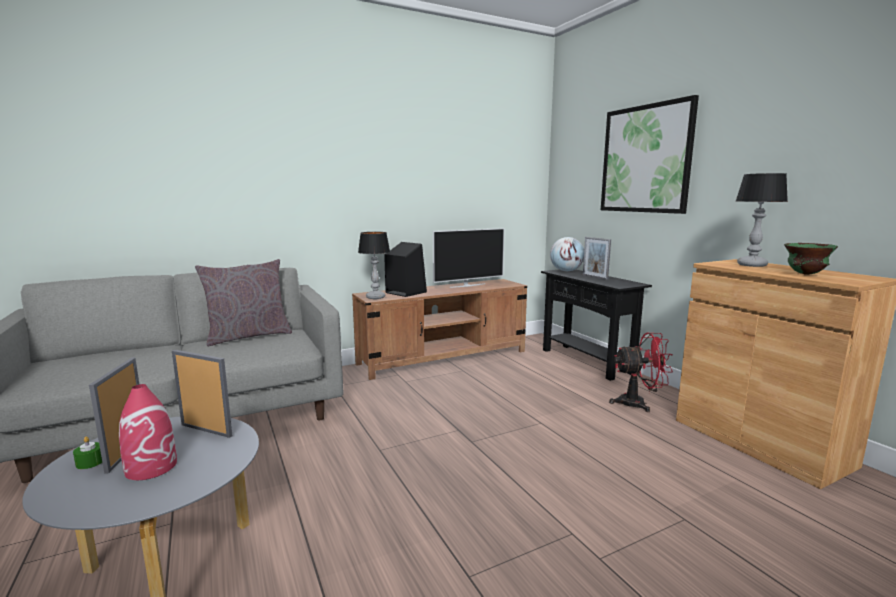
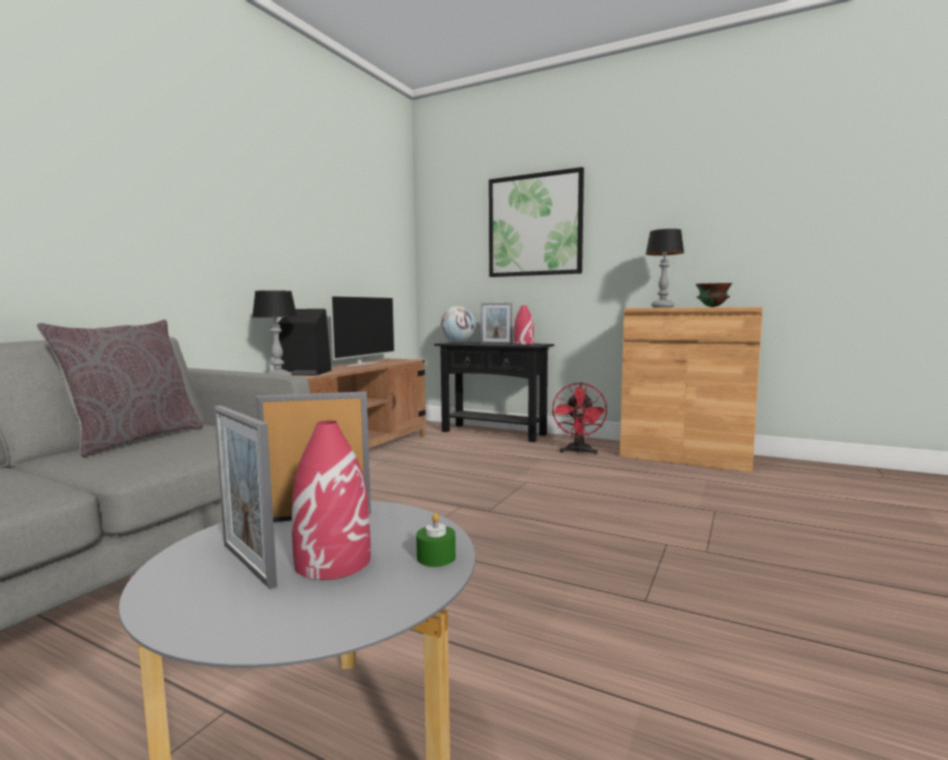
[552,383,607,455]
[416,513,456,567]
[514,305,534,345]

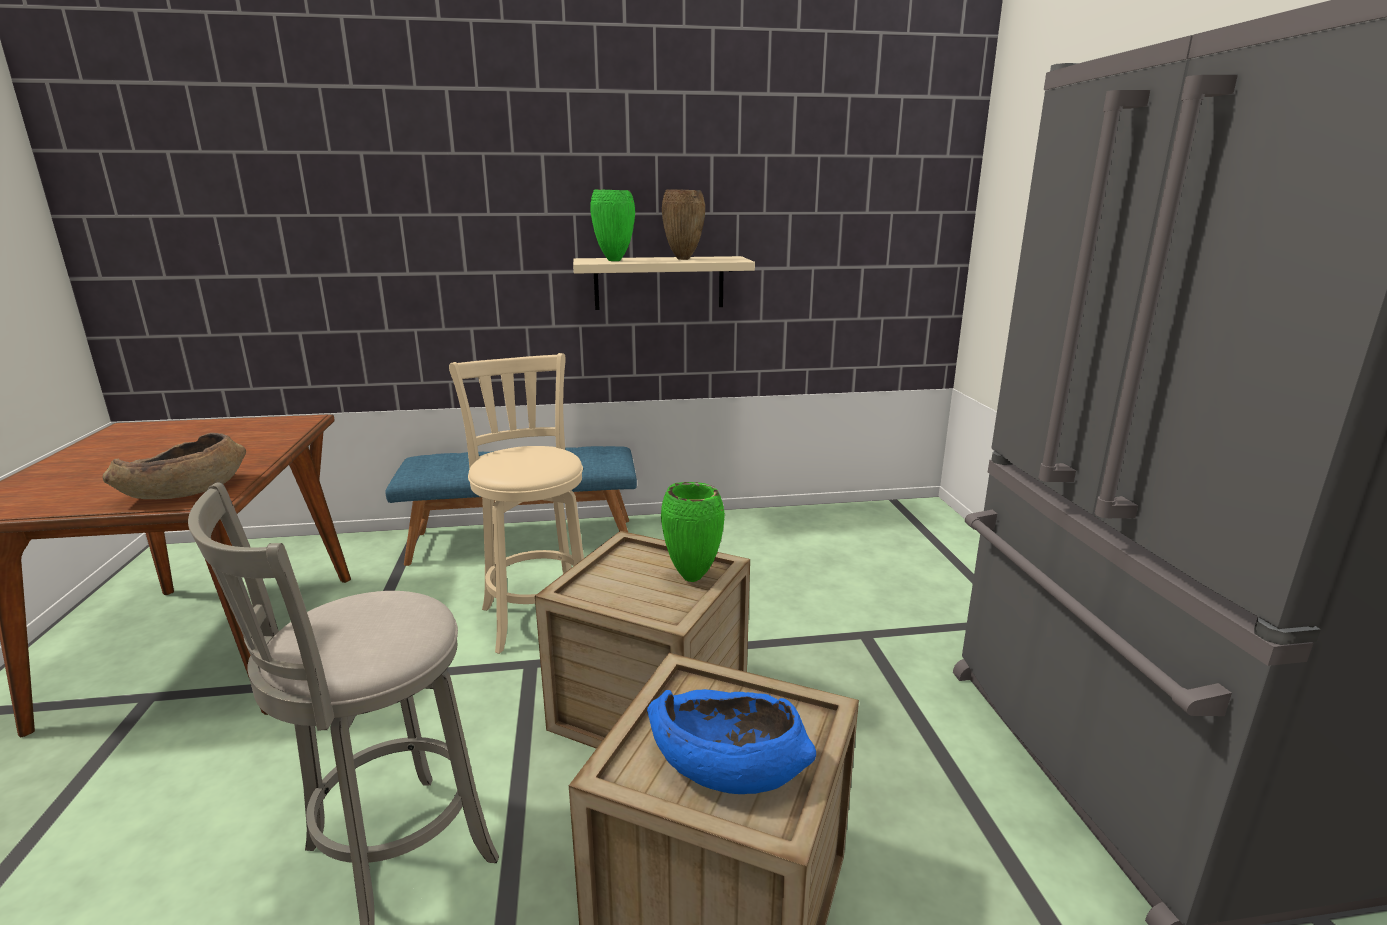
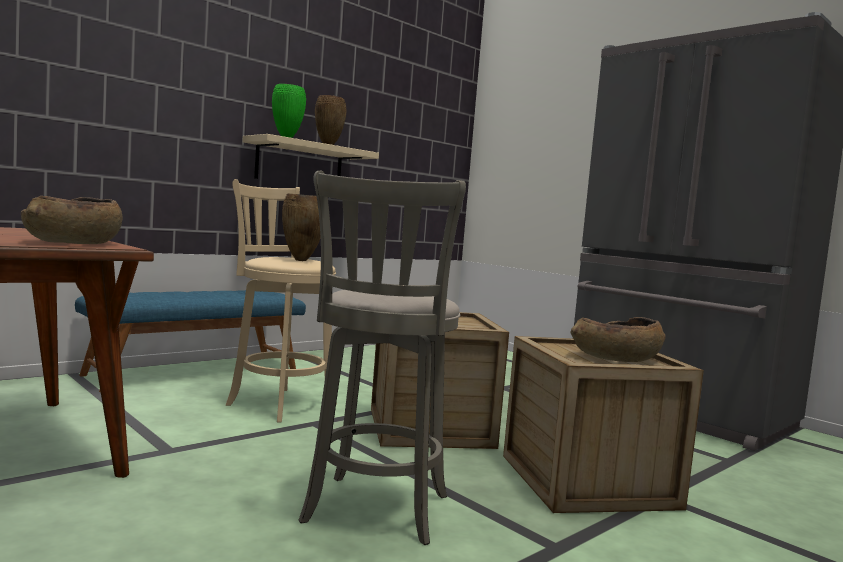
[661,482,725,582] (first image)
[571,317,666,362]
[282,194,321,261]

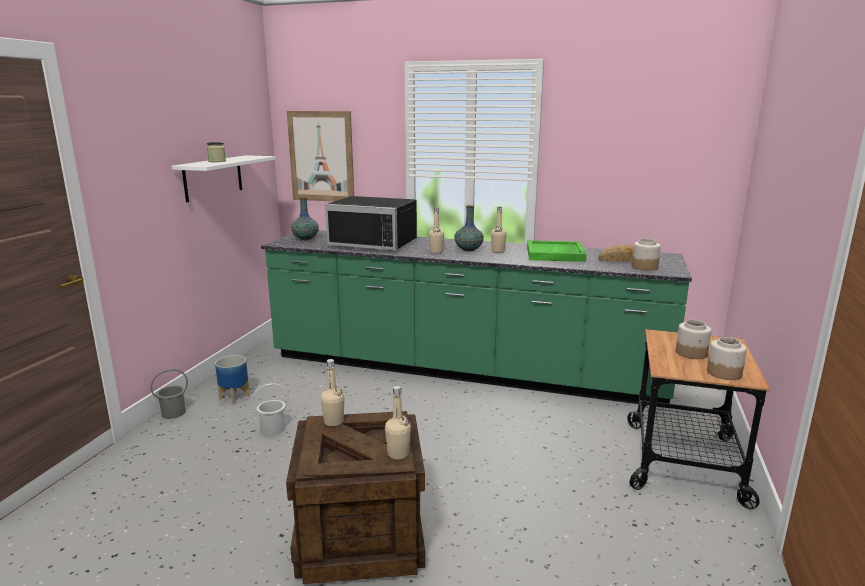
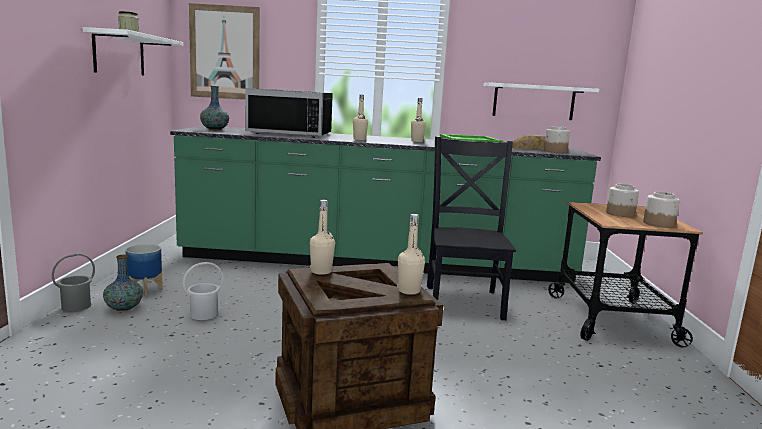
[103,255,143,311]
[484,82,599,120]
[427,136,516,320]

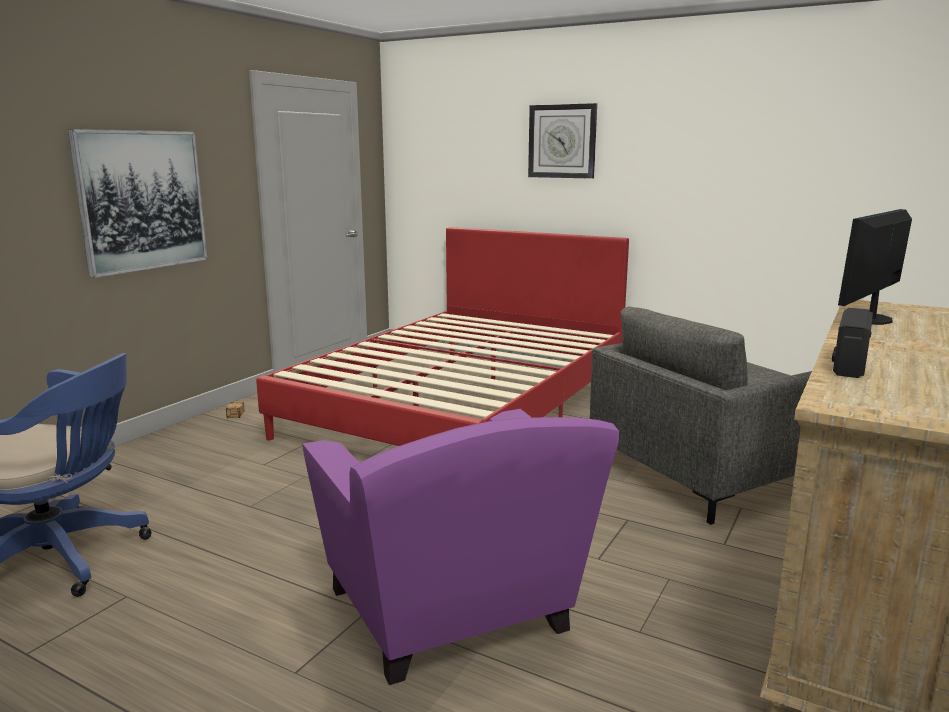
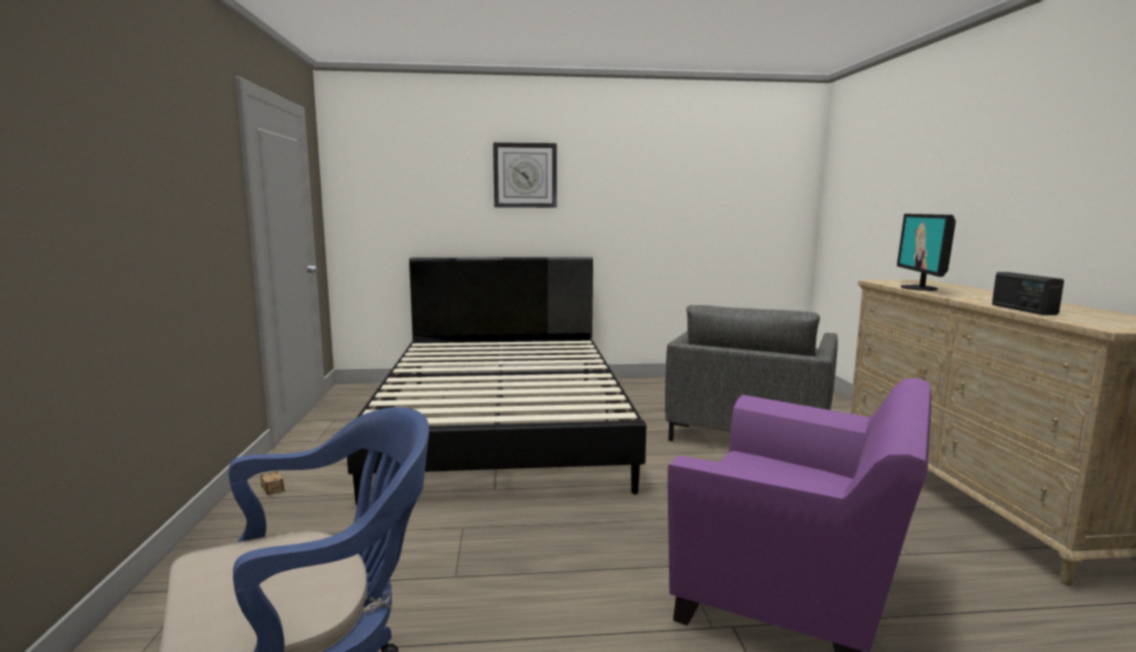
[68,129,207,278] (first image)
[347,257,646,505]

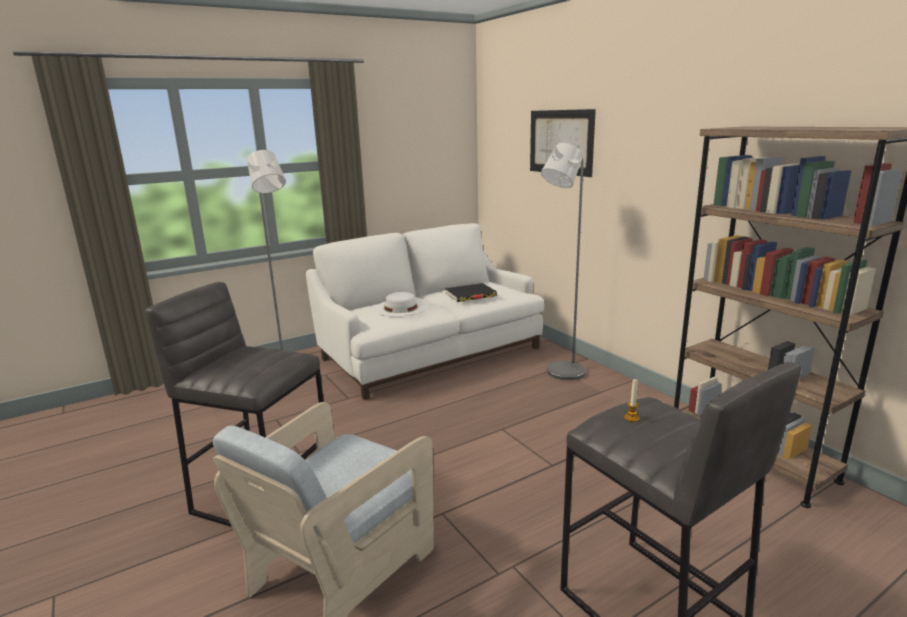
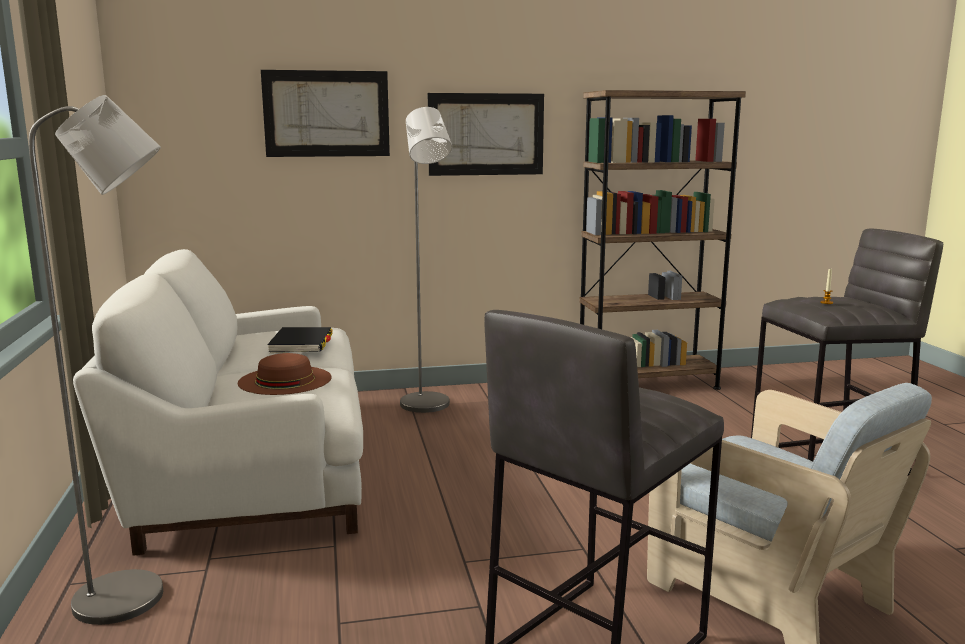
[238,353,332,395]
[428,93,544,176]

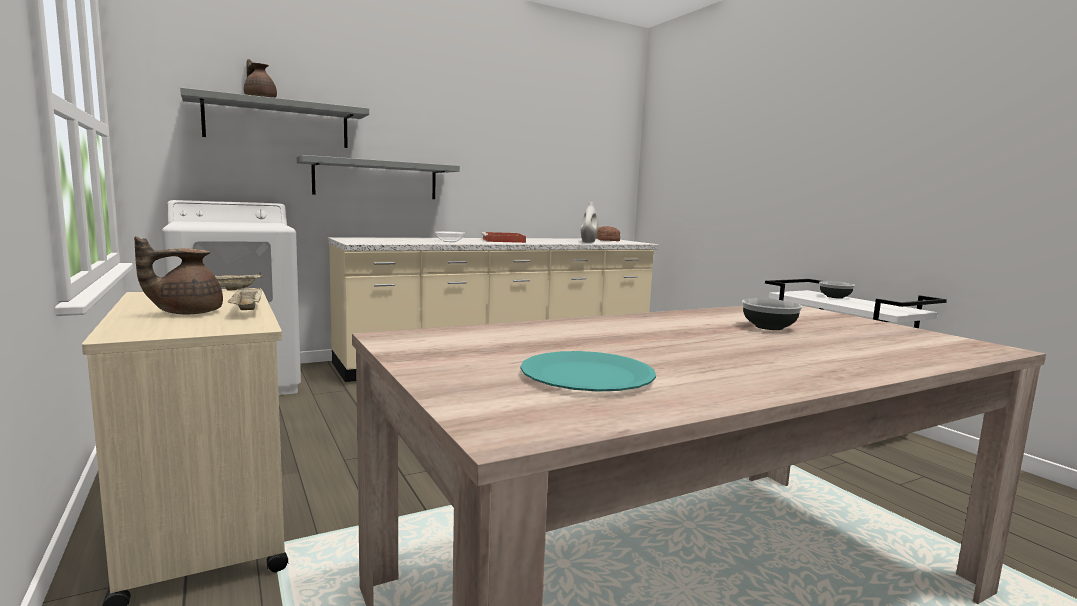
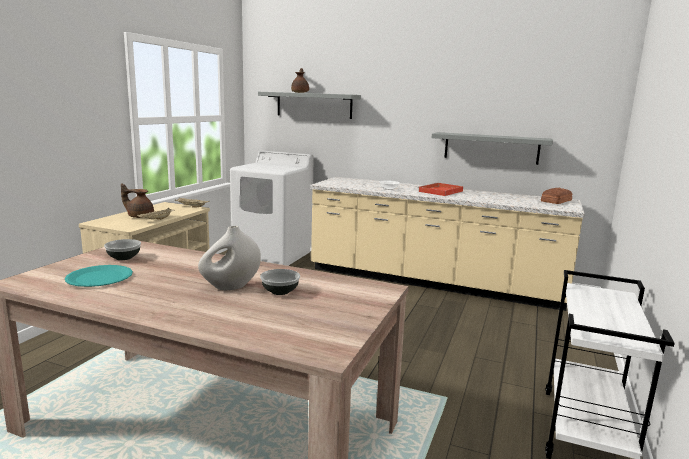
[432,132,553,165]
[198,226,261,291]
[104,239,141,260]

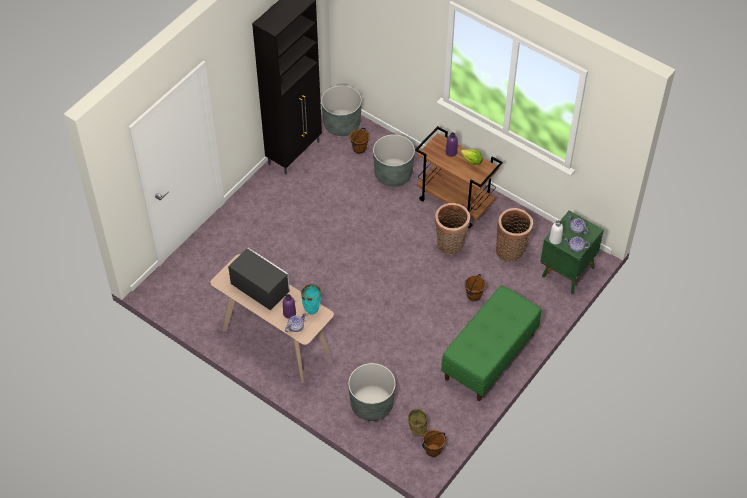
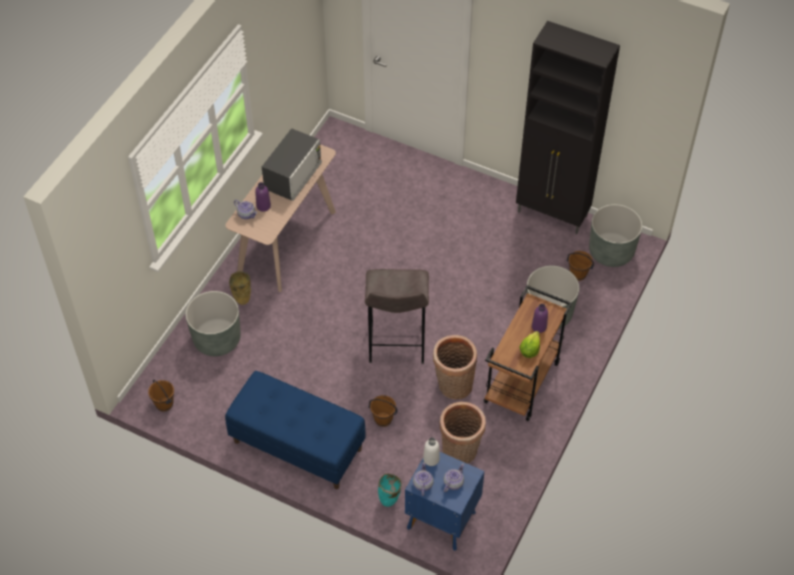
[405,451,484,551]
[378,473,402,507]
[225,371,366,489]
[229,271,251,305]
[365,269,429,364]

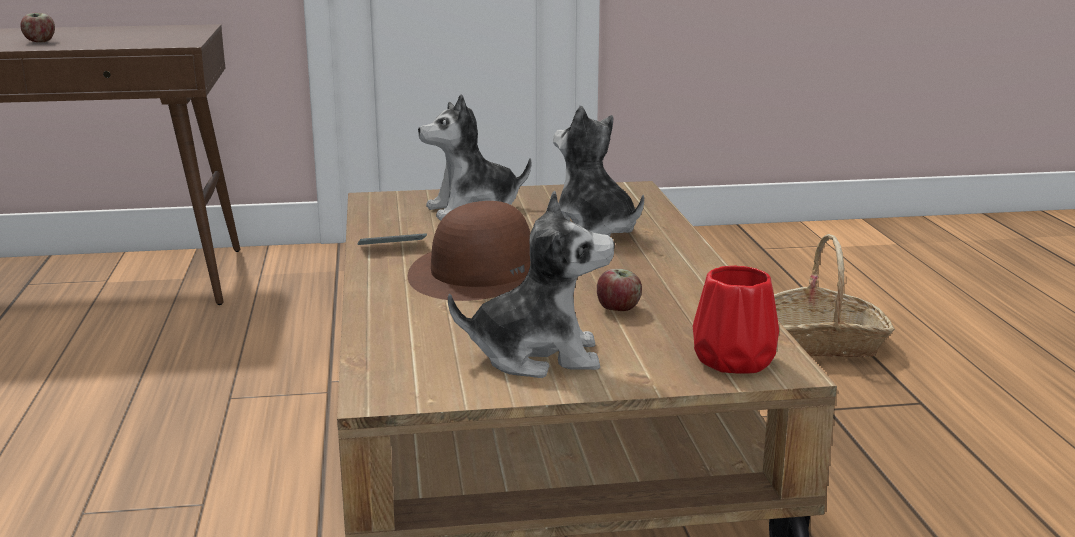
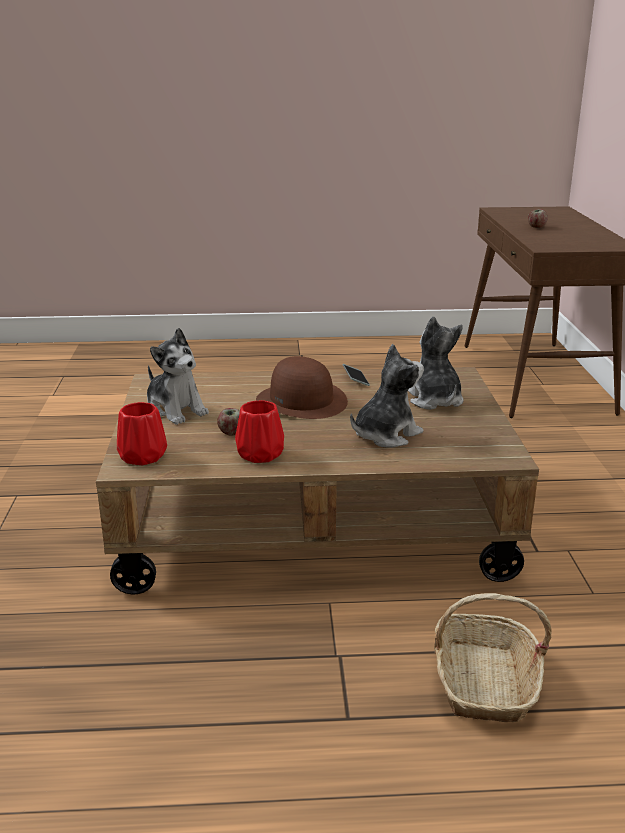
[147,328,209,425]
[235,400,284,463]

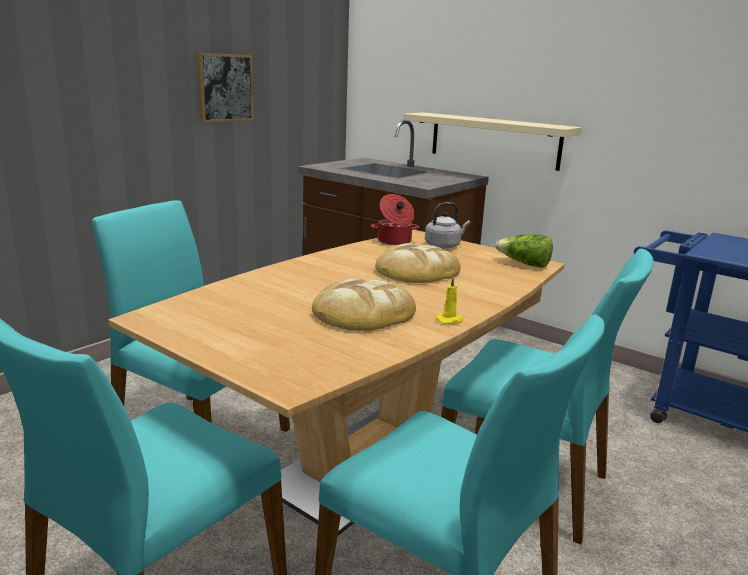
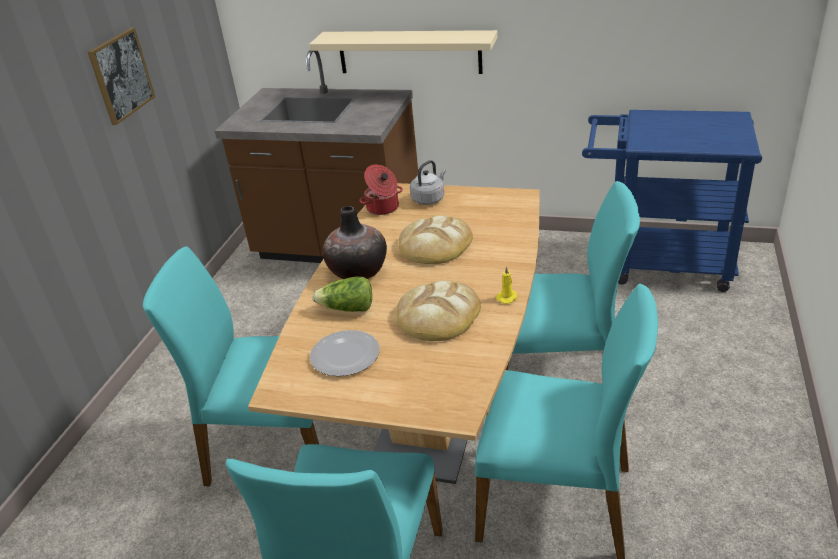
[312,277,372,312]
[323,206,387,279]
[310,330,380,376]

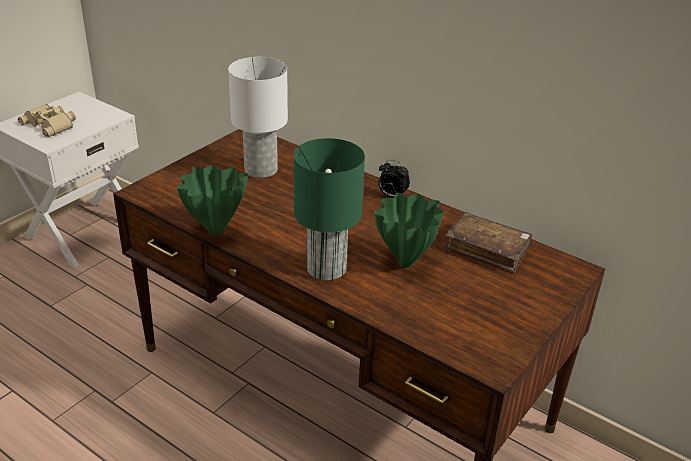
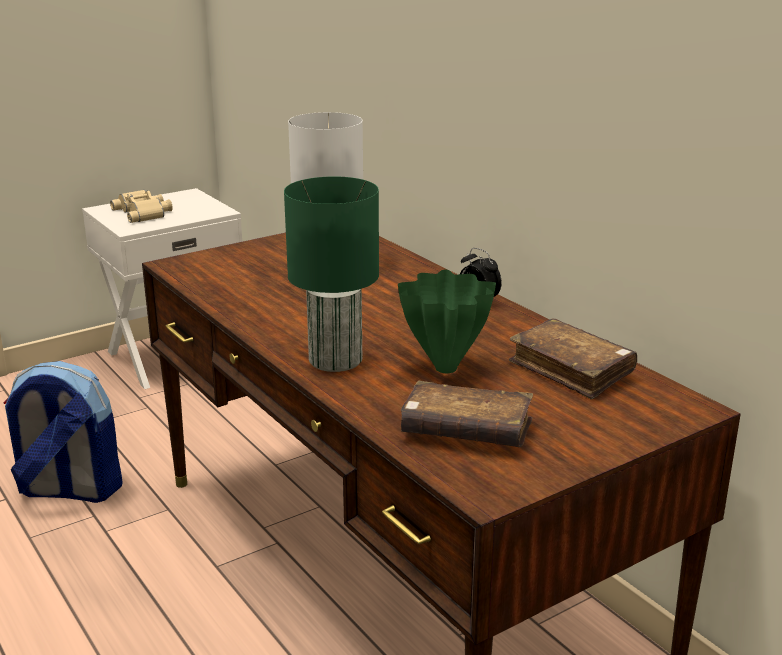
[177,165,248,236] (first image)
[4,361,123,503]
[401,381,533,447]

